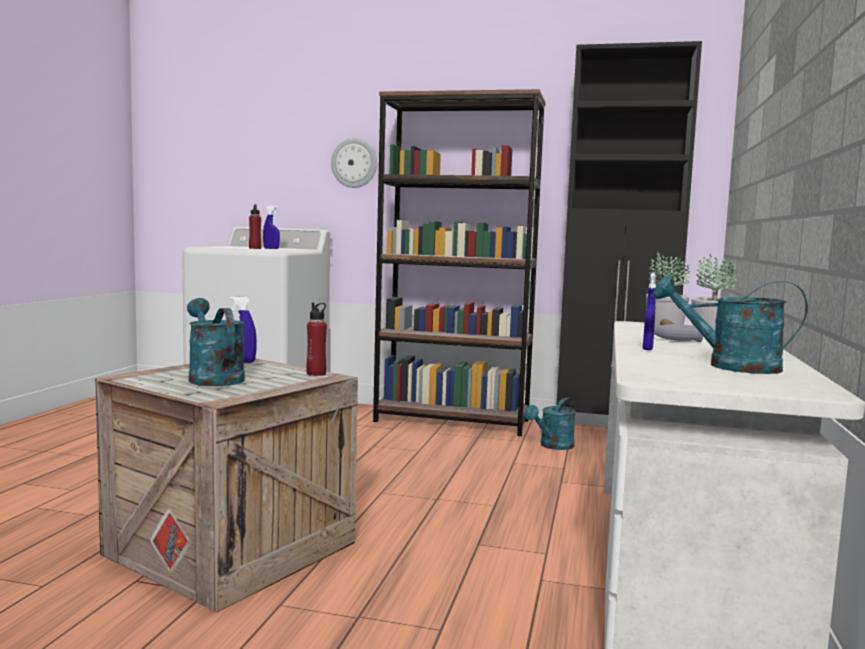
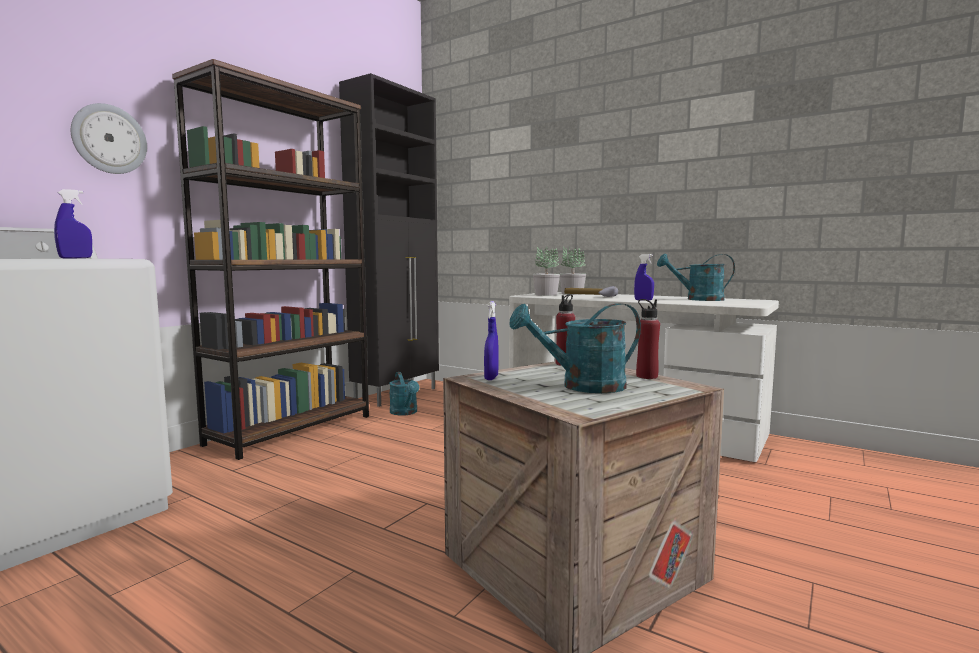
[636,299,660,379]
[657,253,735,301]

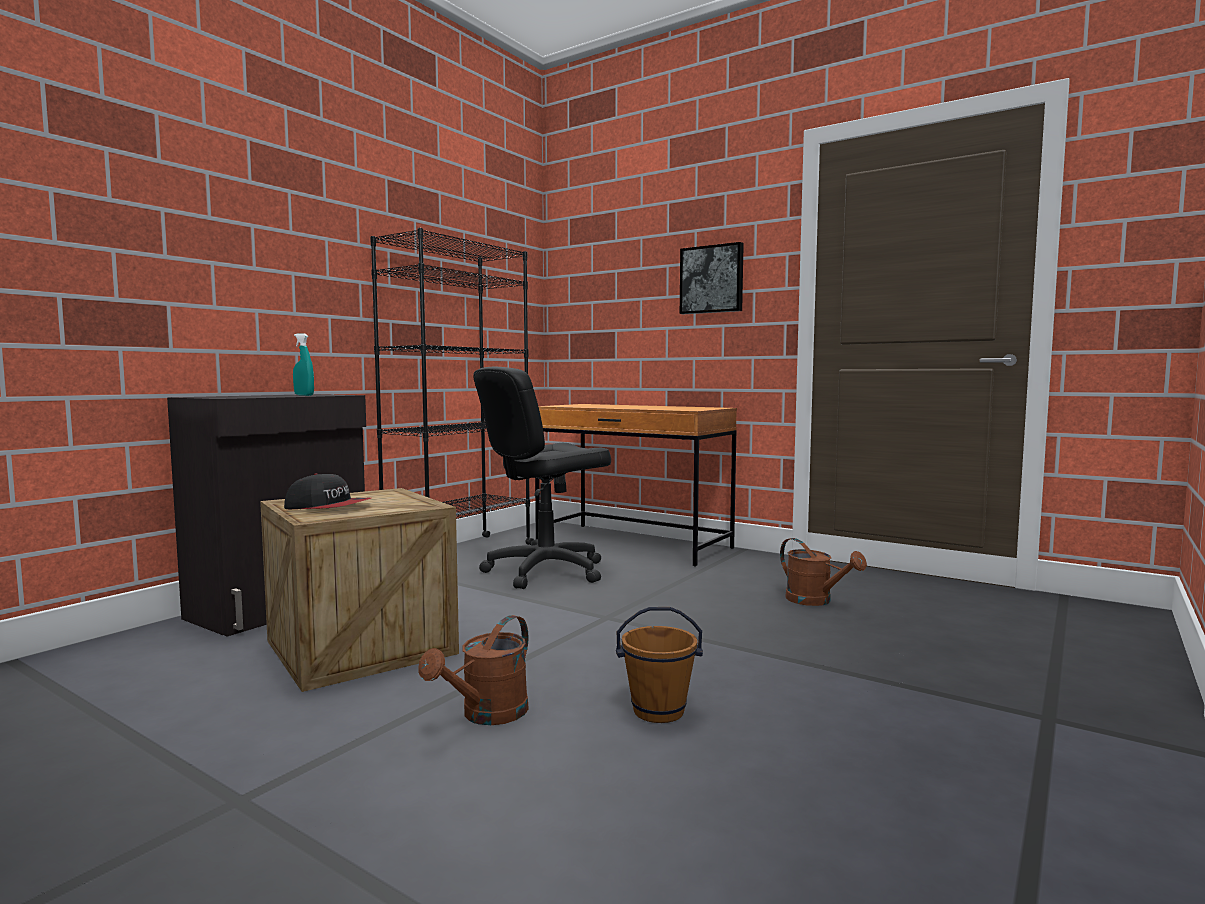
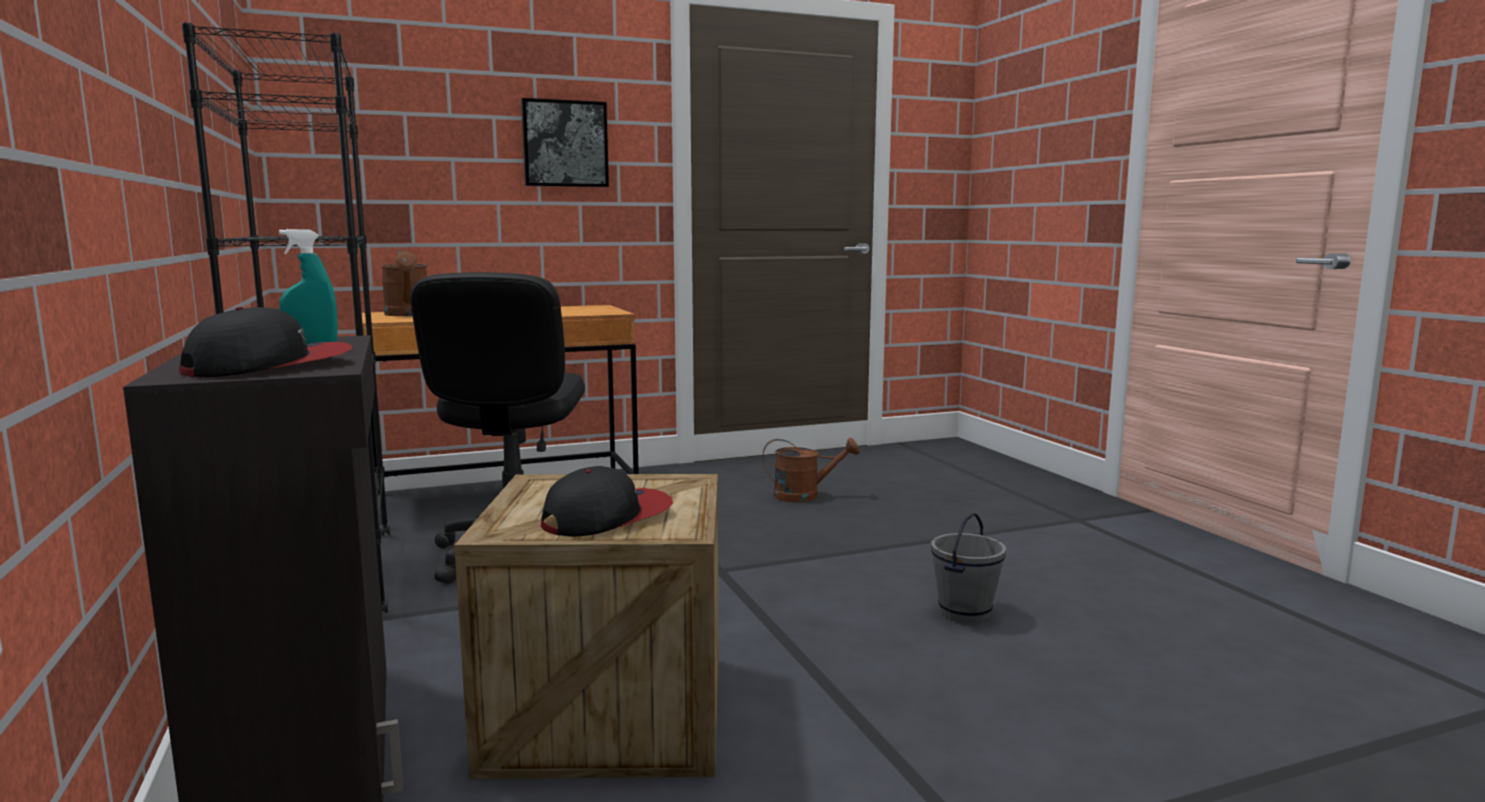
[931,512,1006,624]
[381,251,427,316]
[179,307,352,377]

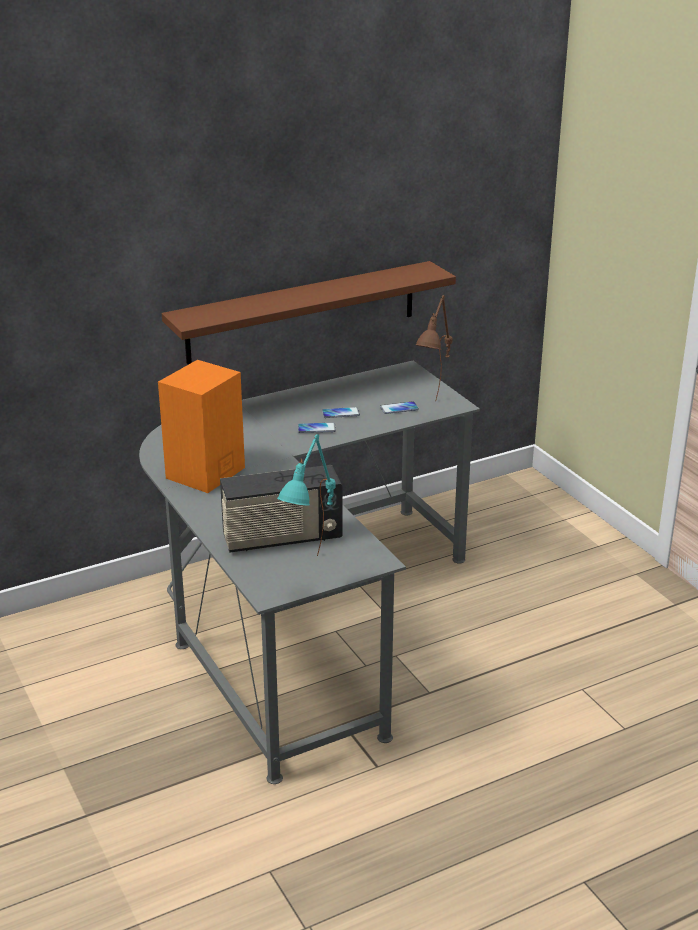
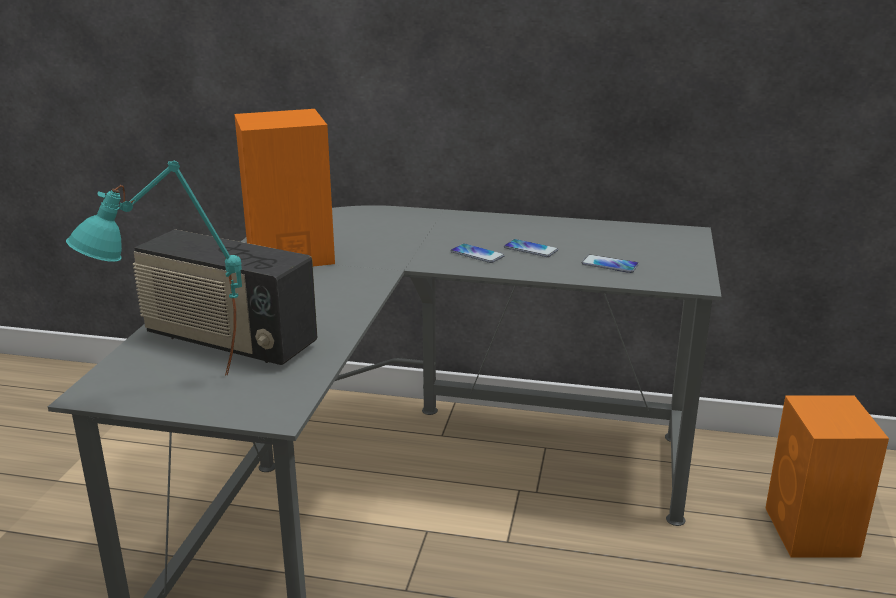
[162,261,456,364] (first image)
[416,295,453,401] (first image)
[765,396,889,558]

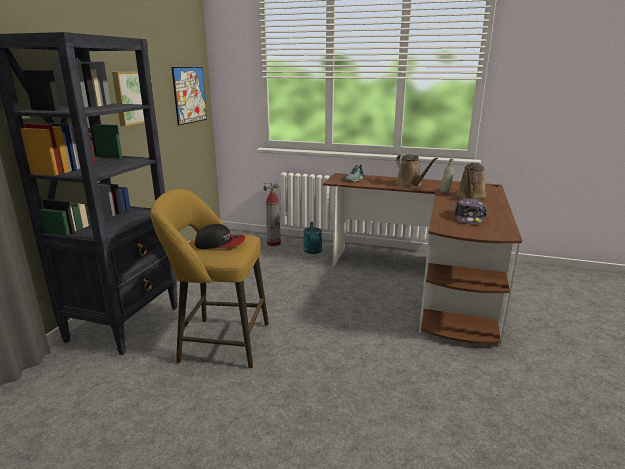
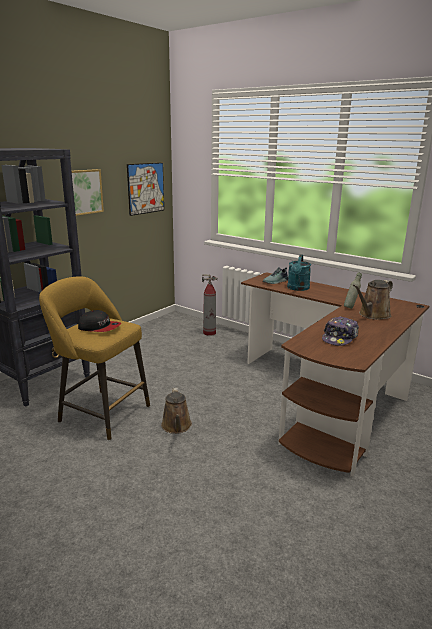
[161,388,192,434]
[287,254,311,291]

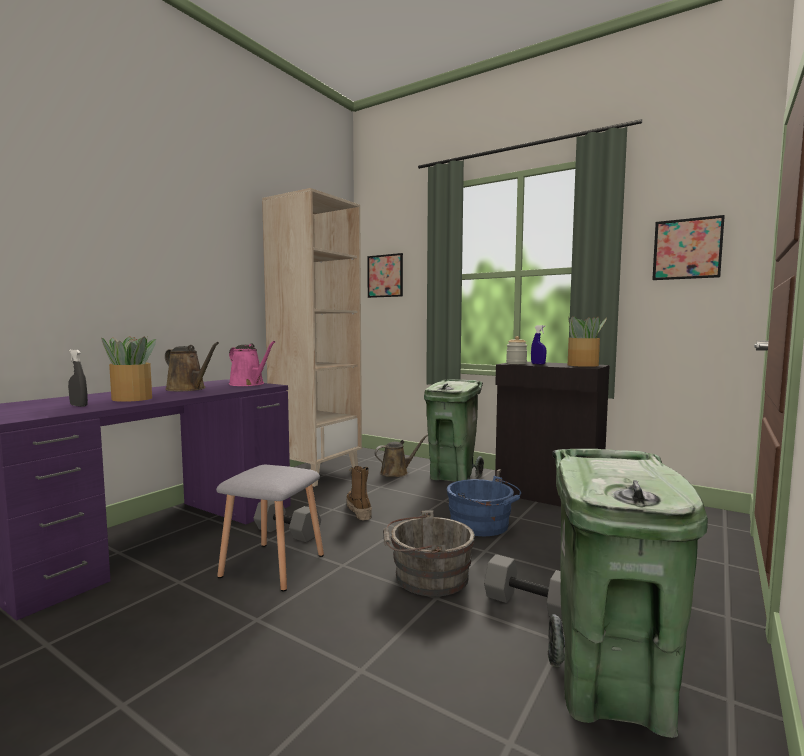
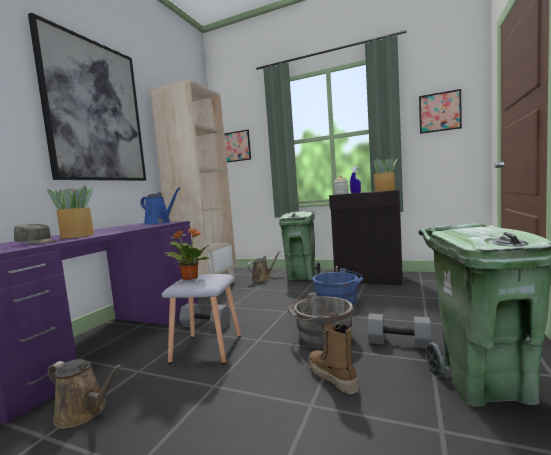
[140,187,180,225]
[48,359,123,429]
[14,224,55,244]
[309,324,359,394]
[28,12,146,181]
[164,228,210,280]

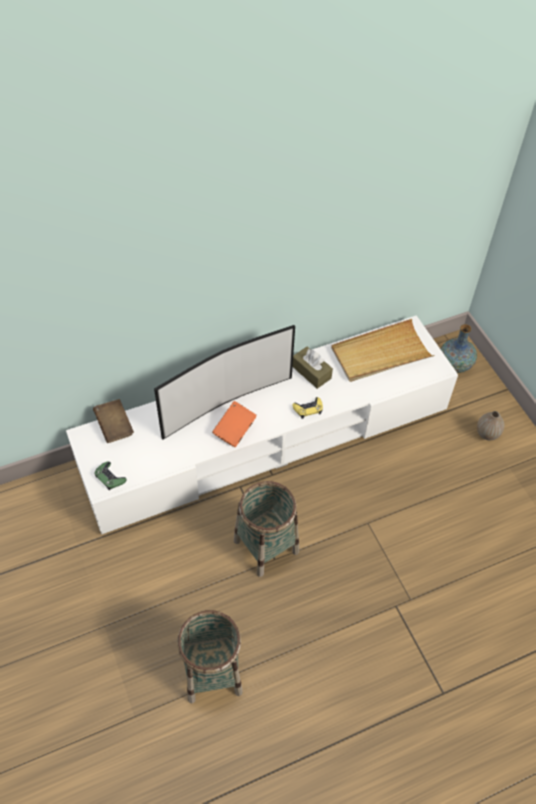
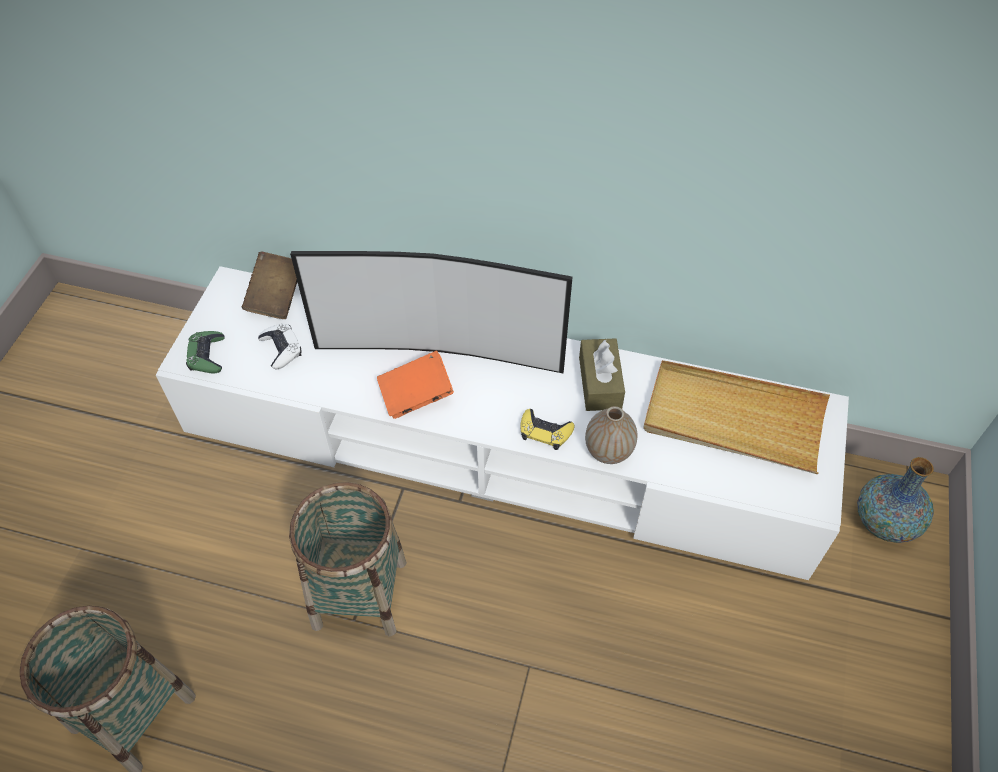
[585,406,637,464]
[258,324,302,369]

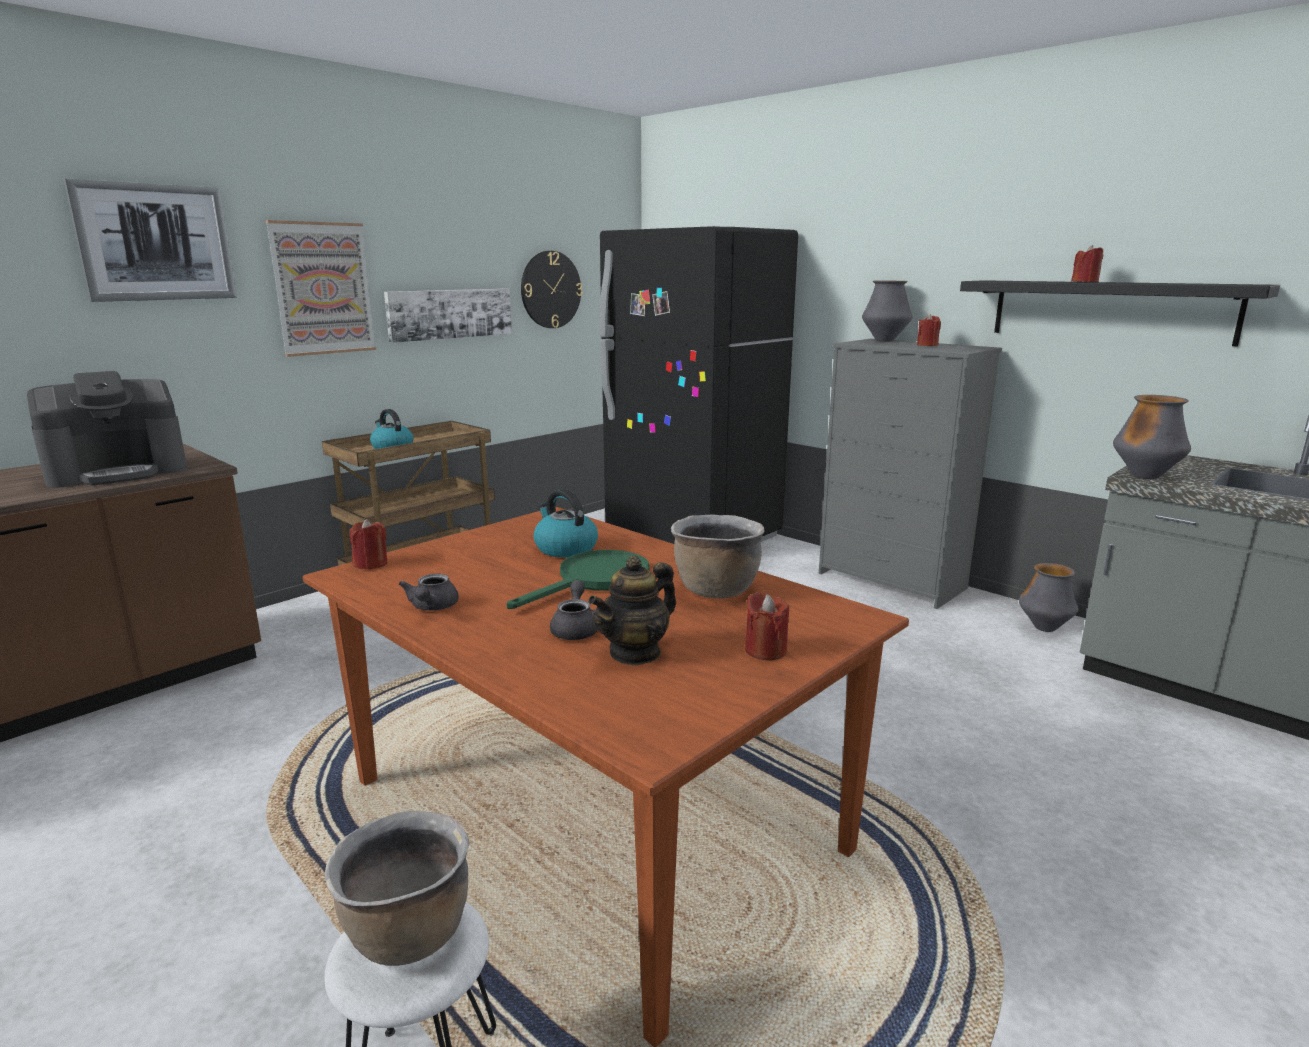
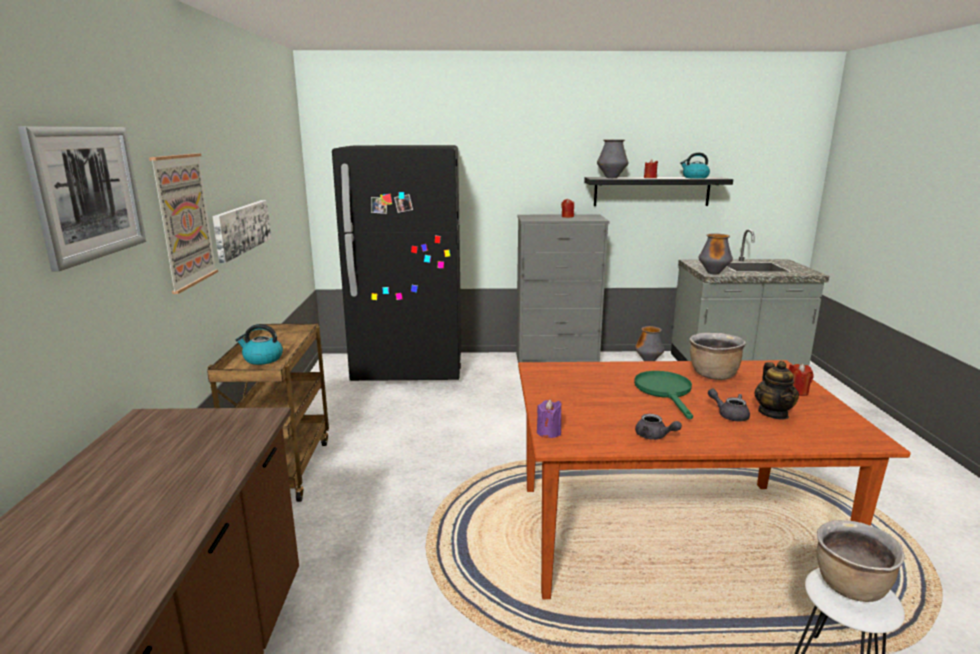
[521,251,583,328] (first image)
[597,140,629,178]
[27,371,187,488] (first image)
[680,152,710,179]
[537,399,561,438]

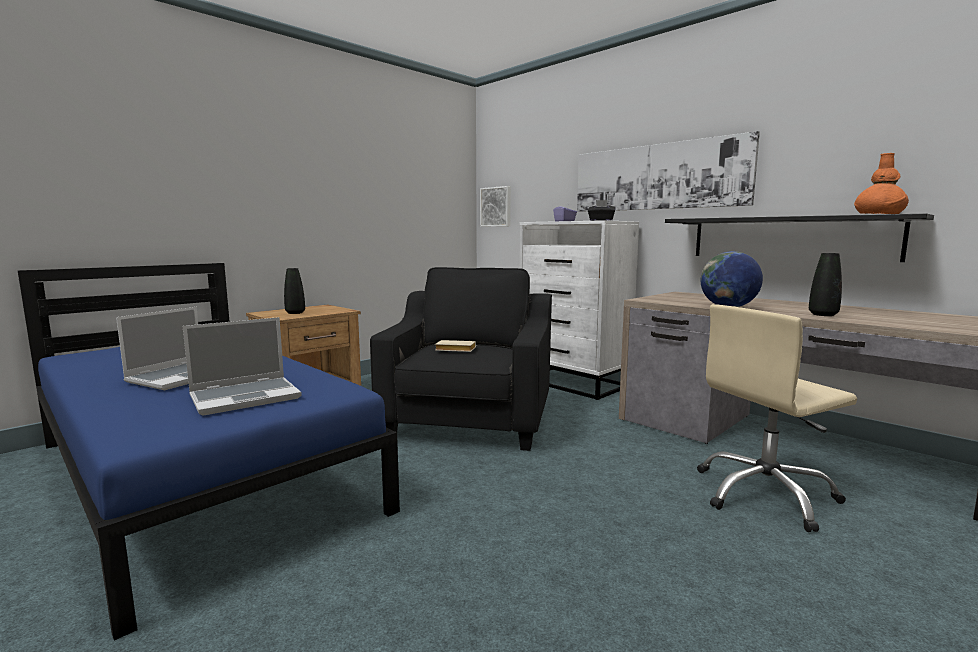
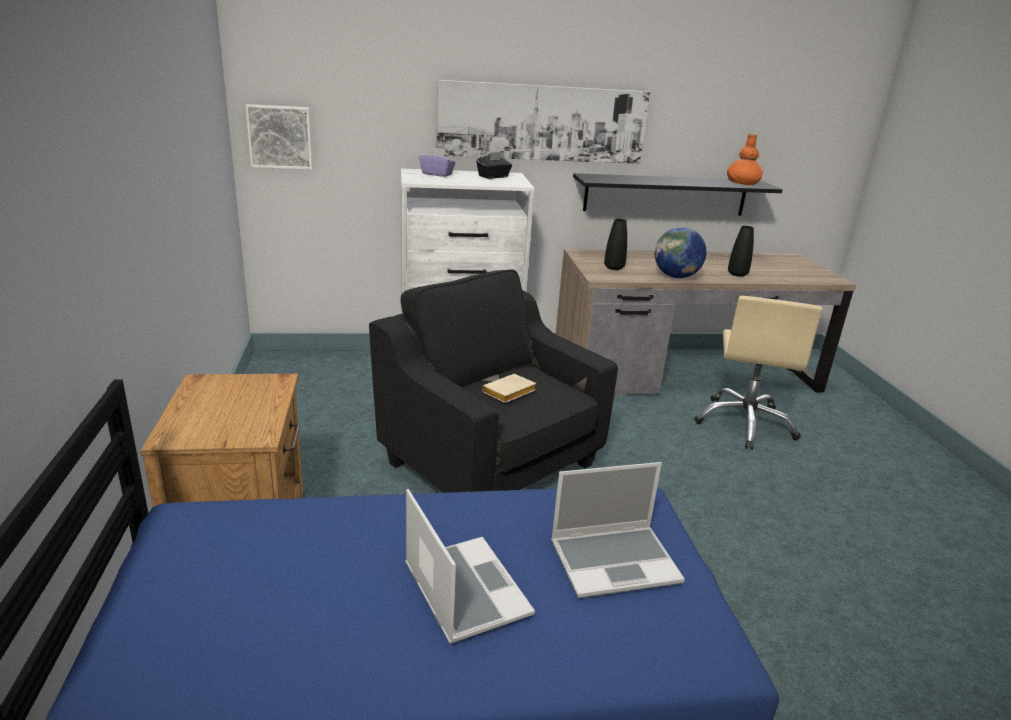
[604,219,627,270]
[551,462,685,598]

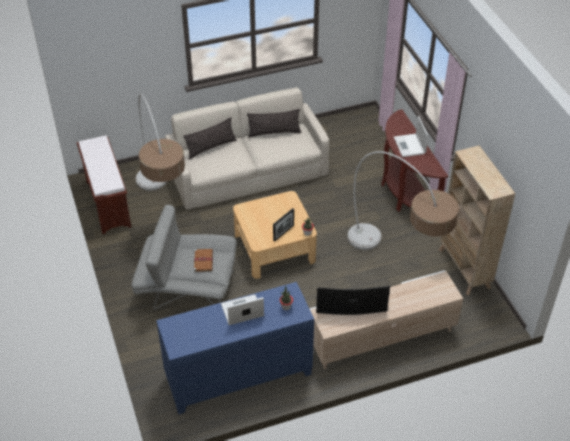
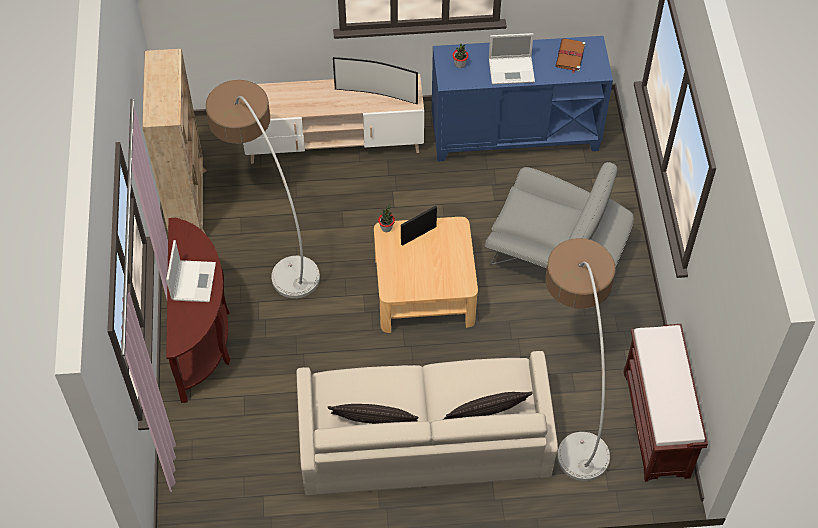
[556,38,586,73]

